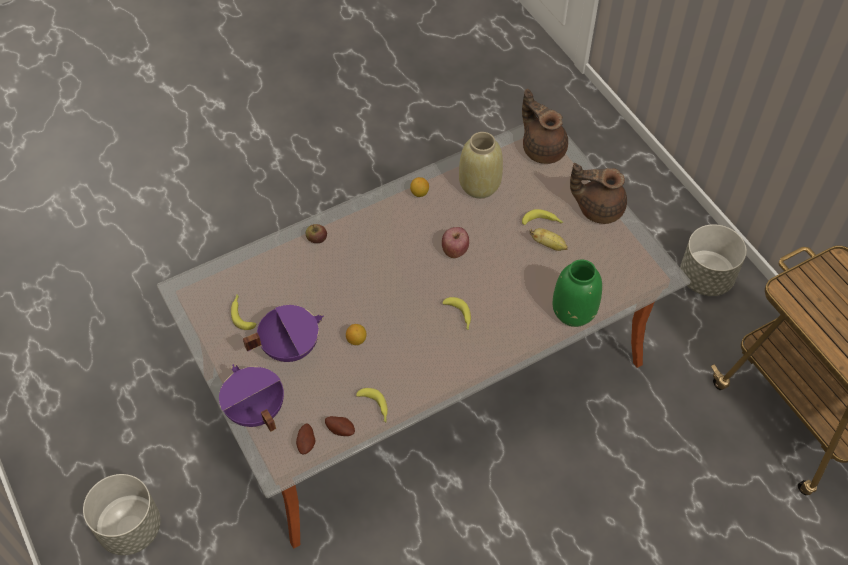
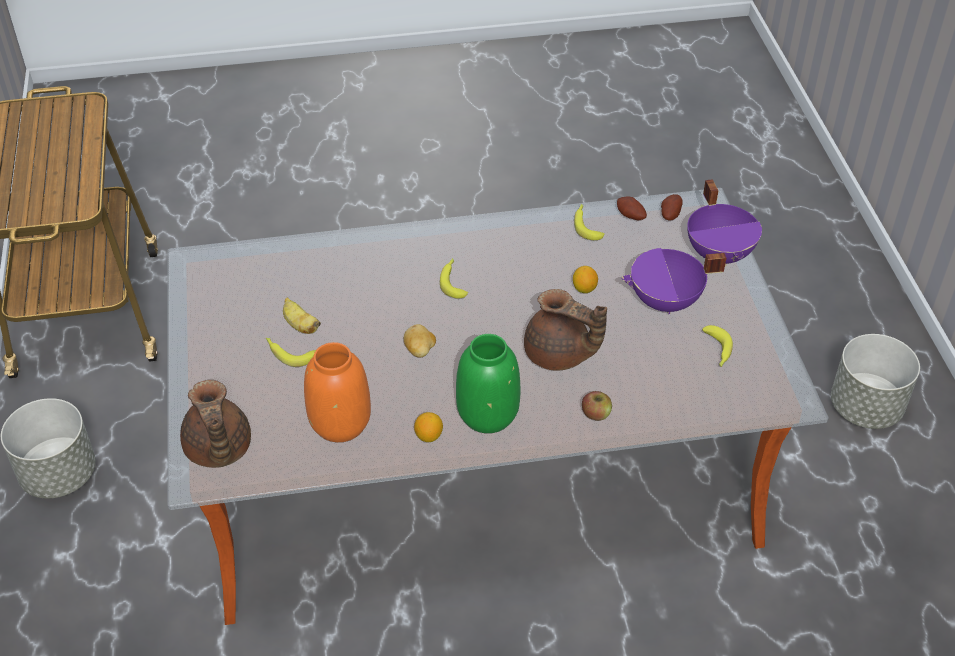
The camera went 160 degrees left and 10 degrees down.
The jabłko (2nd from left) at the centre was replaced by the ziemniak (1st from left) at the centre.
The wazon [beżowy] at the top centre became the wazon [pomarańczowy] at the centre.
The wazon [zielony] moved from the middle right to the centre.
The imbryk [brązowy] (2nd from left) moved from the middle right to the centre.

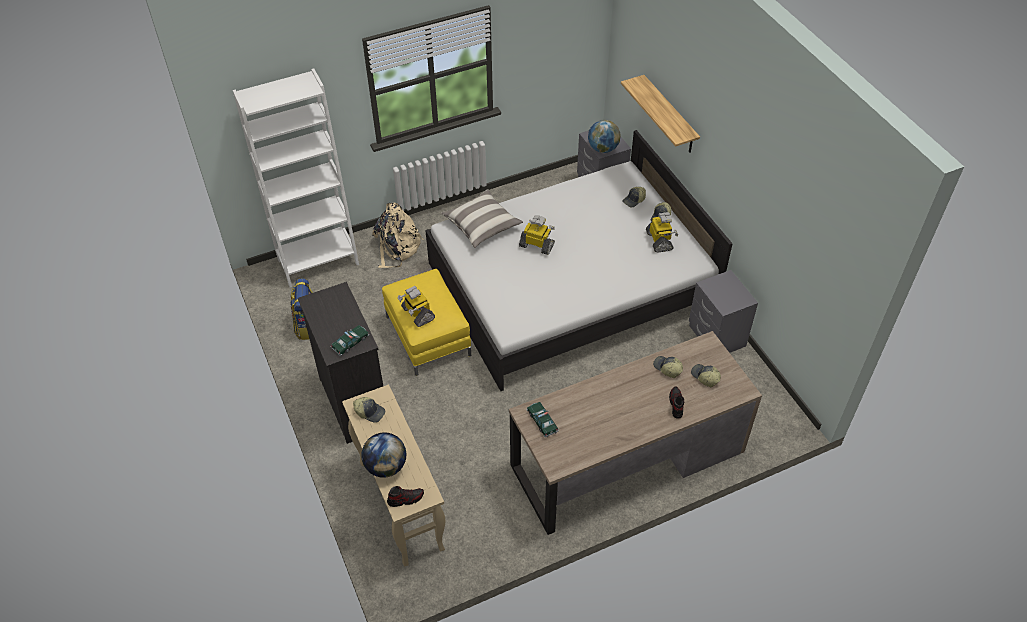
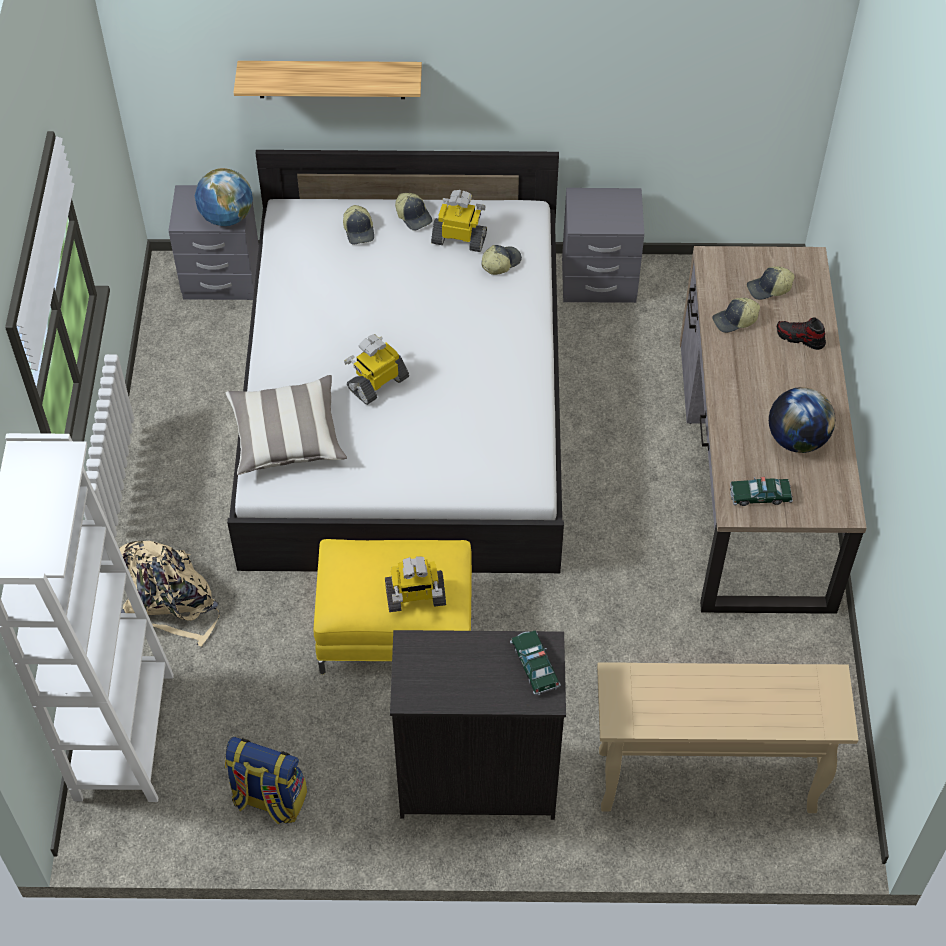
The camera went 65 degrees left and 5 degrees up.
The czapka z daszkiem (1st from left in the first image) moved from the centre to the top centre.
The globus (1st from left in the first image) moved from the bottom centre to the middle right.
The but (1st from left) at the bottom centre disappeared.

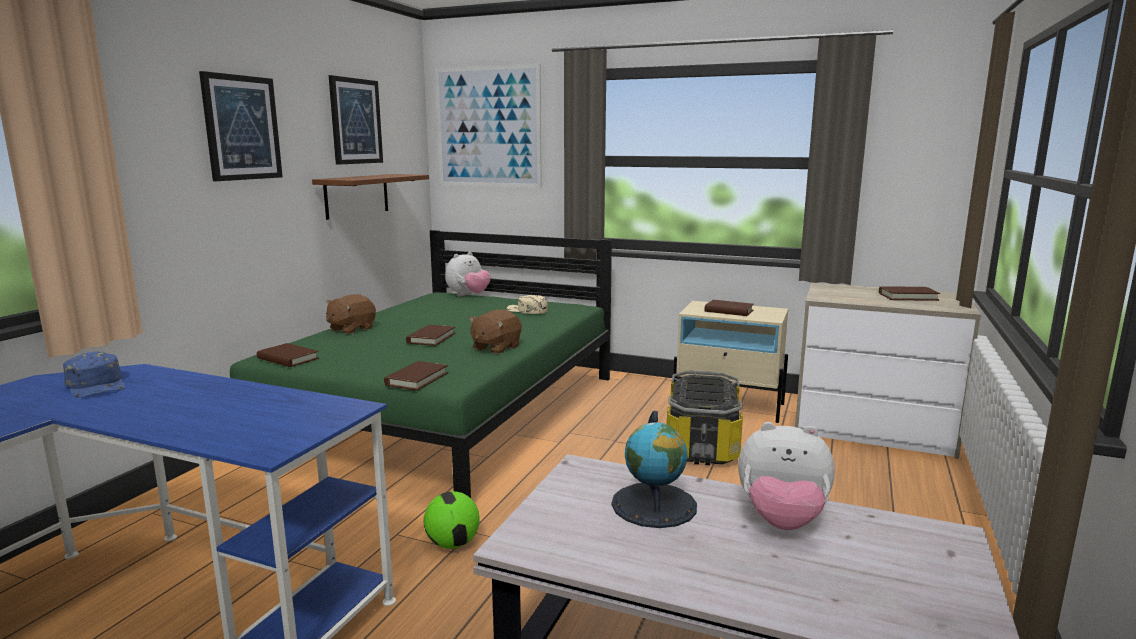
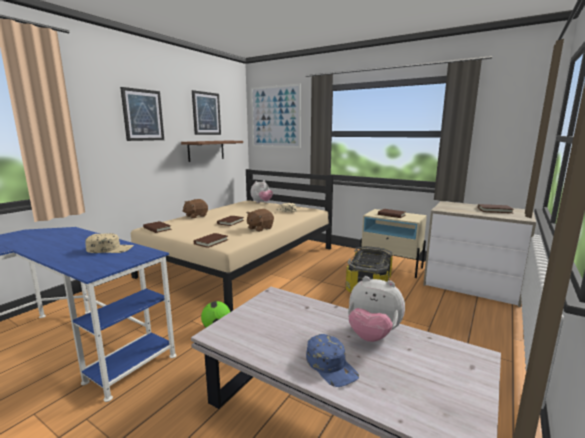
The camera went 10 degrees right and 0 degrees up.
The czapka z daszkiem [niebieski] moved from the middle left to the bottom centre.
The łóżko [zielony] at the centre became the łóżko [beżowy] at the centre.
The globus at the bottom centre disappeared.
The czapka z daszkiem [beżowy] (1st from left) at the middle left appeared.

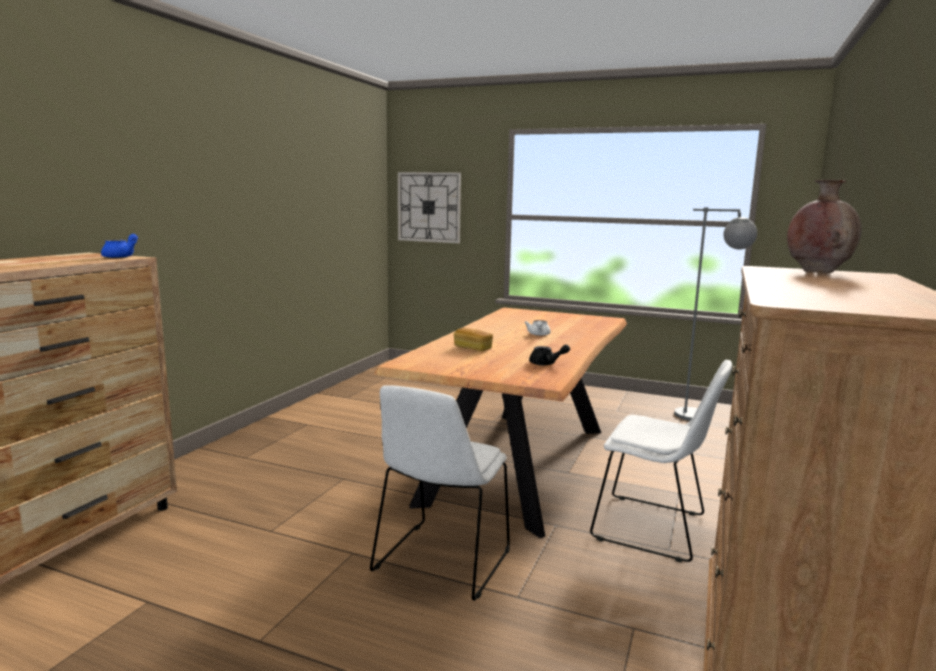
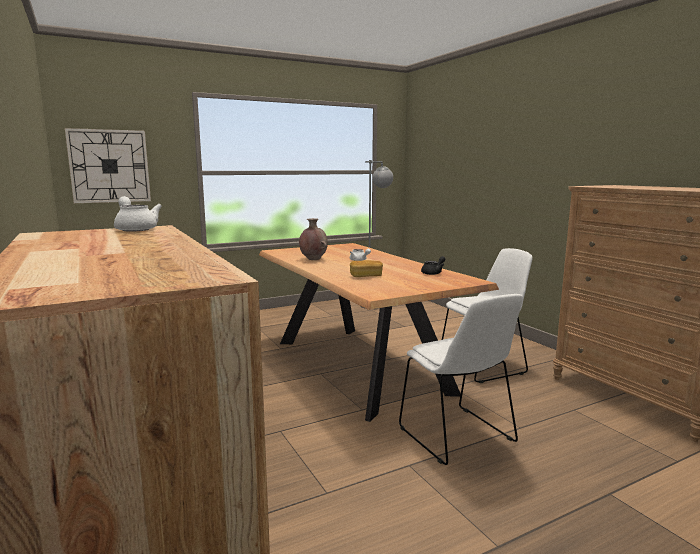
The camera went 50 degrees left and 0 degrees up.
The imbryk [niebieski] at the middle left became the imbryk [biały] (1st from left) at the middle left.
The wazon [brązowy] moved from the middle right to the centre.

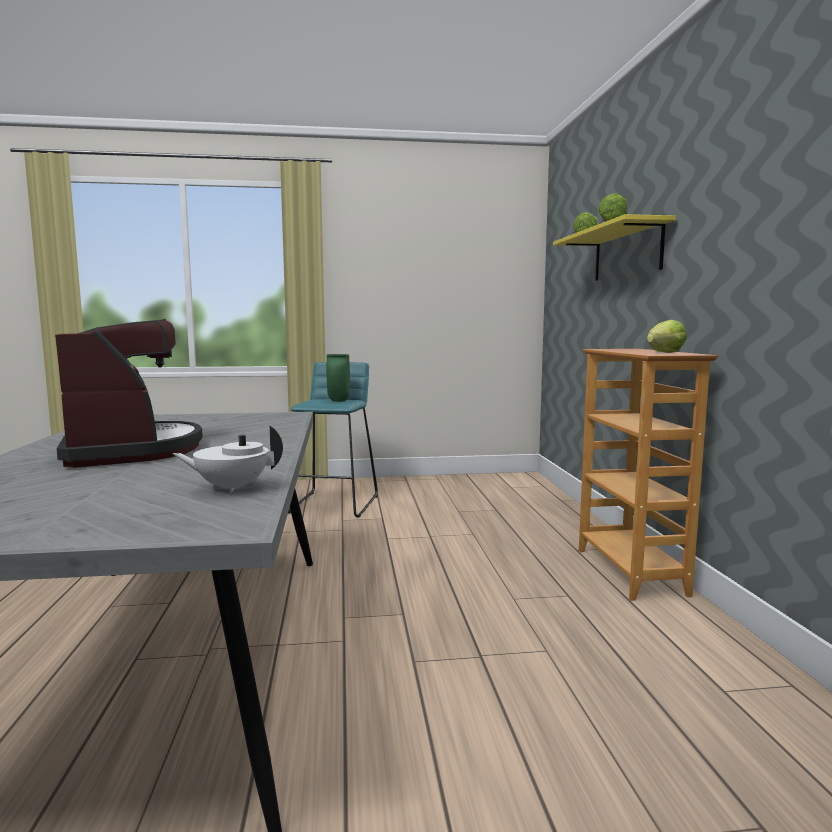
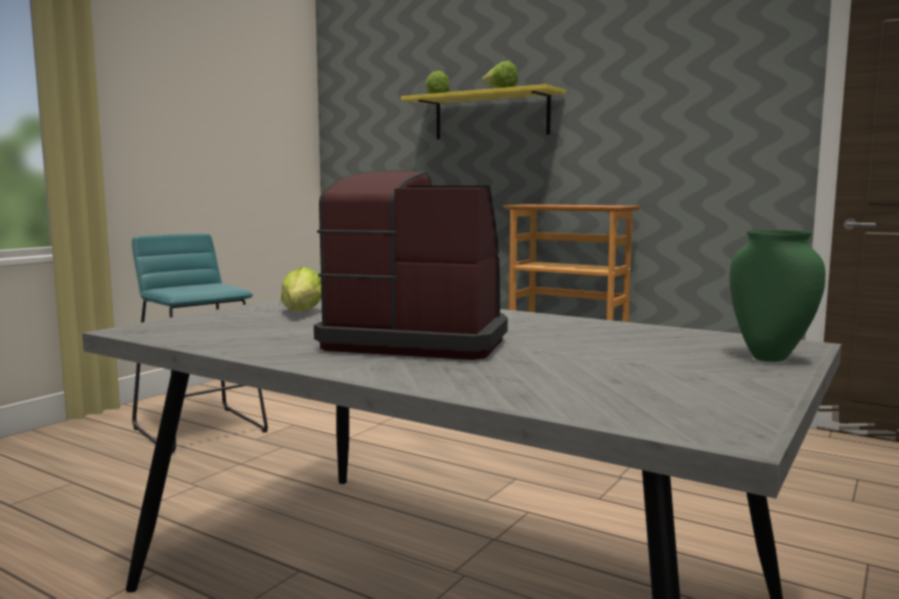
The camera went 50 degrees left and 0 degrees up.
The imbryk [biały] at the middle left disappeared.
The wazon [zielony] moved from the centre to the middle right.
The sałata (3rd from left in the first image) moved from the middle right to the centre.

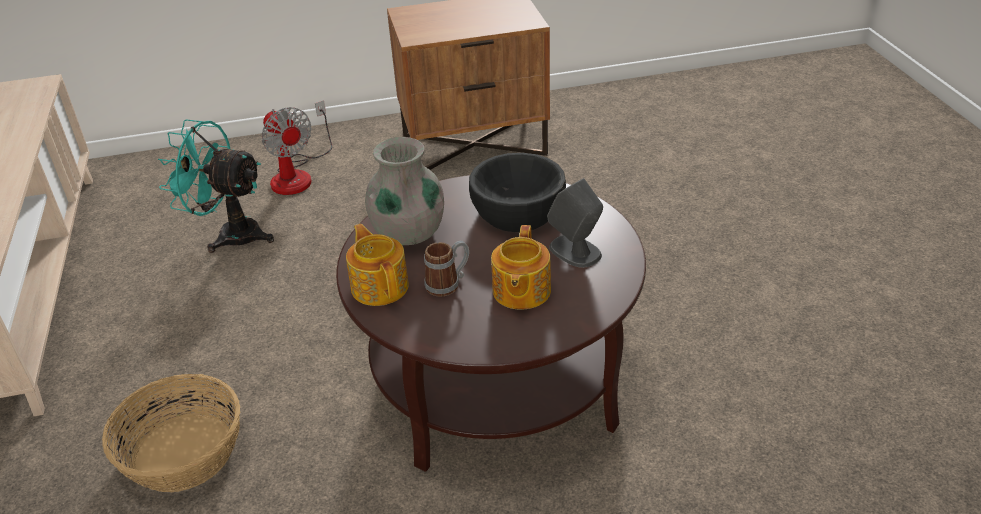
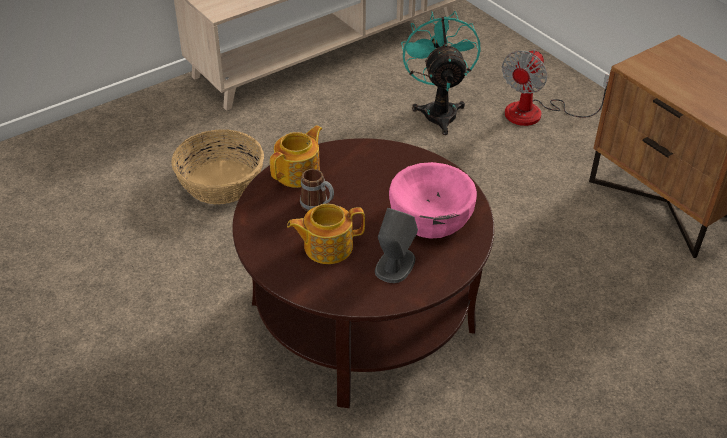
The camera went 65 degrees right and 5 degrees up.
The wazon [szary] at the centre disappeared.
The miska [czarny] at the centre became the miska [różowy] at the centre.

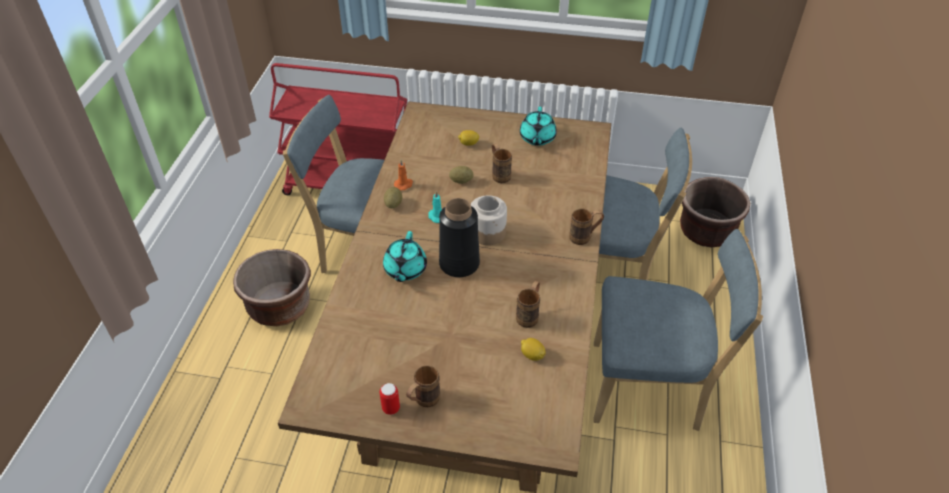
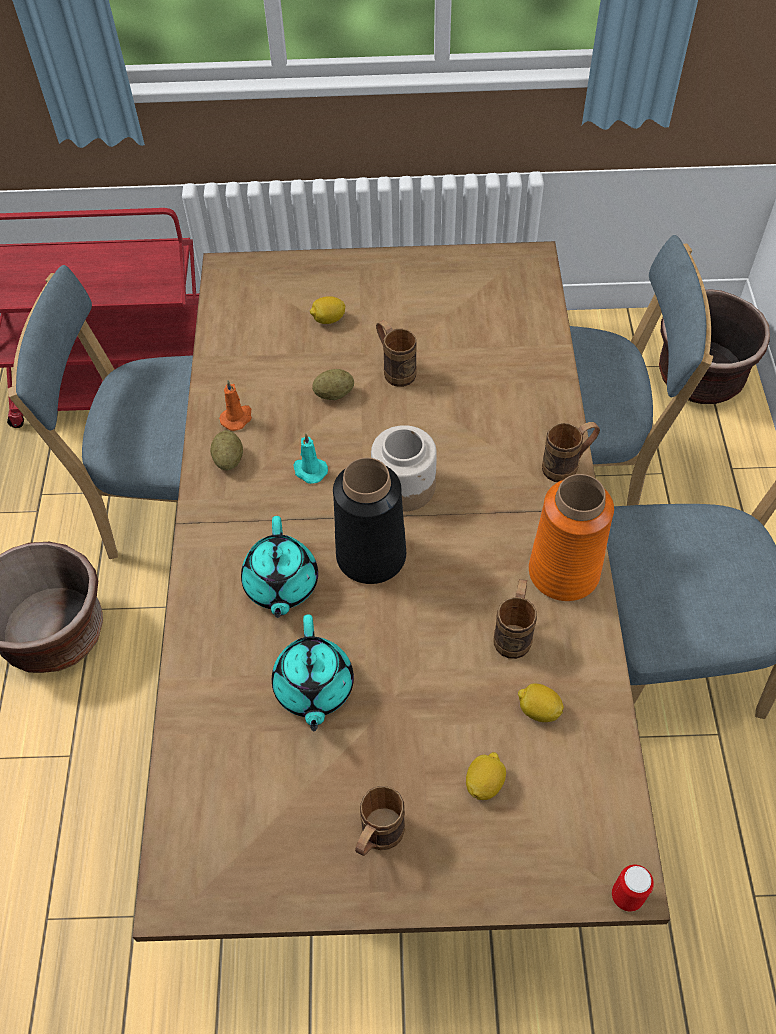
The camera went 10 degrees left and 10 degrees up.
The puszka moved from the bottom centre to the bottom right.
The imbryk [turkusowy] (2nd from left) moved from the top centre to the centre.
The cytryna (2nd from left) at the bottom centre appeared.
The wazon [pomarańczowy] at the middle right appeared.

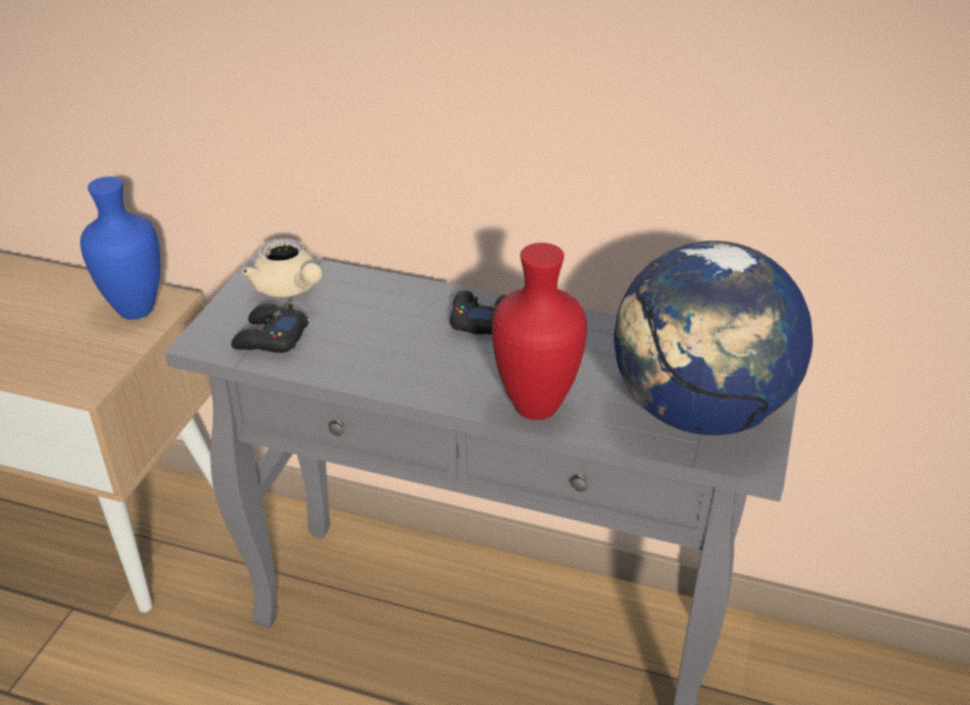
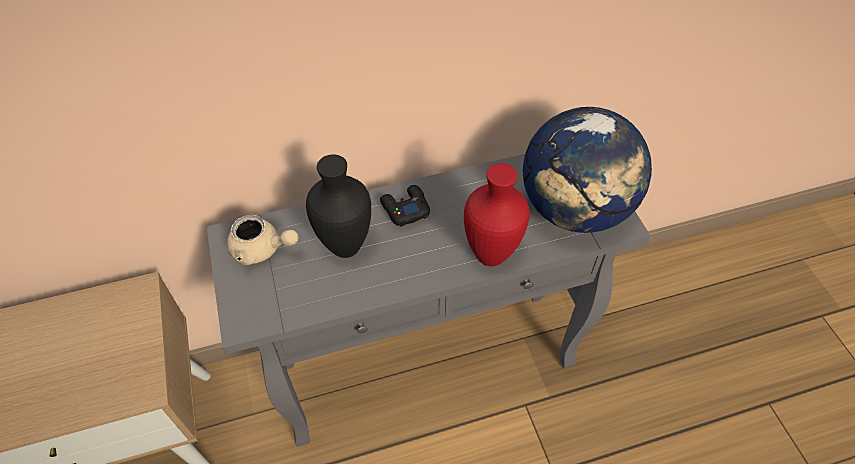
The camera went 35 degrees left and 15 degrees up.
The wazon [niebieski] at the middle left disappeared.
The pad do gier [czarny] (1st from left) at the middle left disappeared.
The wazon [czarny] at the centre appeared.

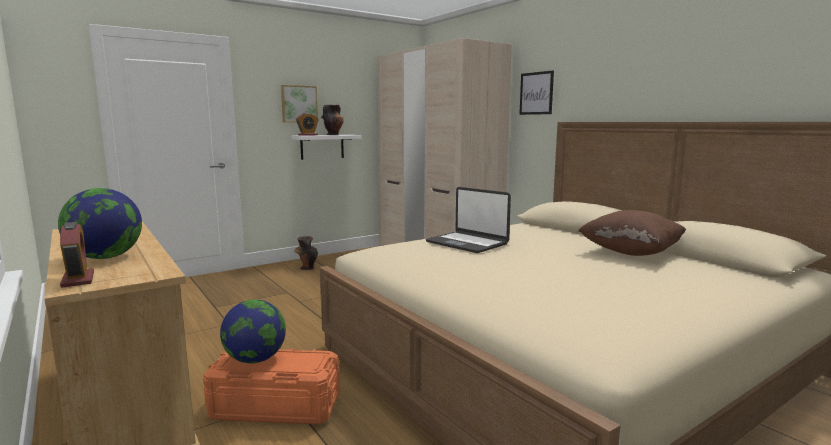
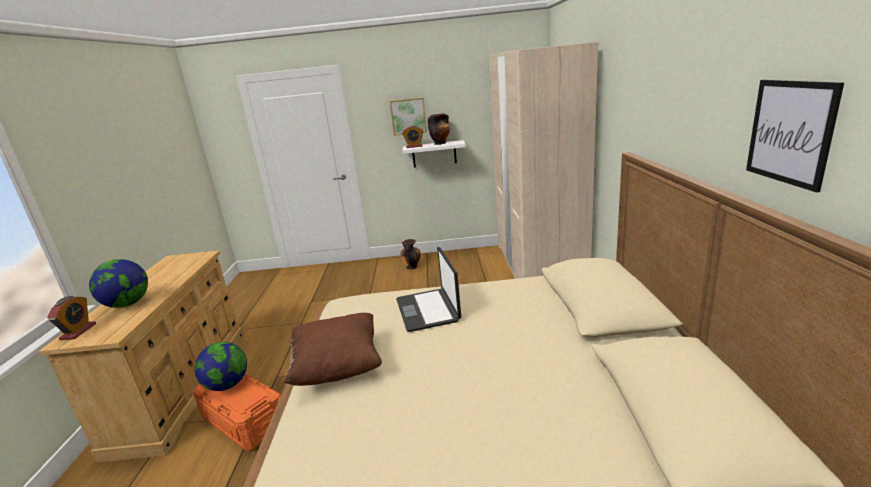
The camera went 35 degrees right and 10 degrees up.
The obraz (2nd from left) moved from the top centre to the top right.
The poduszka [brązowy] moved from the middle right to the bottom centre.

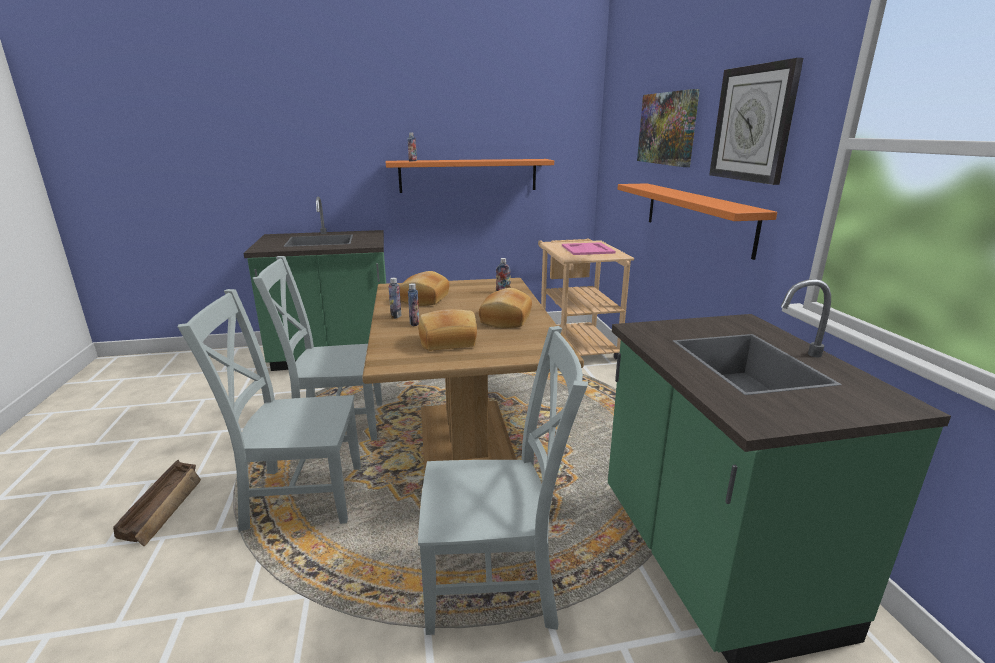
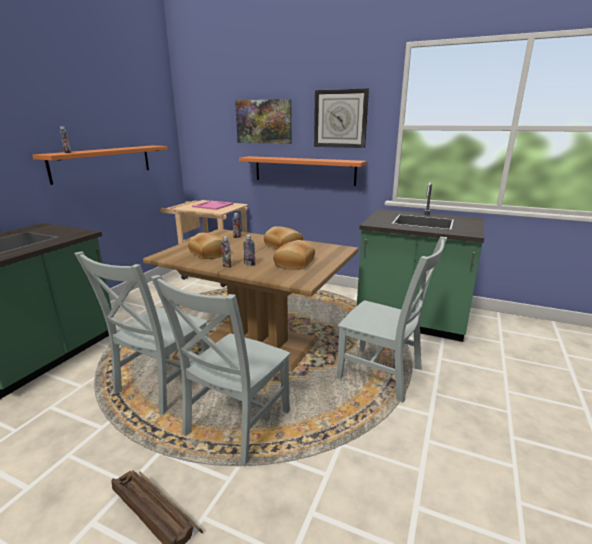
The camera went 55 degrees left and 0 degrees up.
The krzesło [szary] (3rd from left) at the bottom centre turned 90 degrees clockwise.

